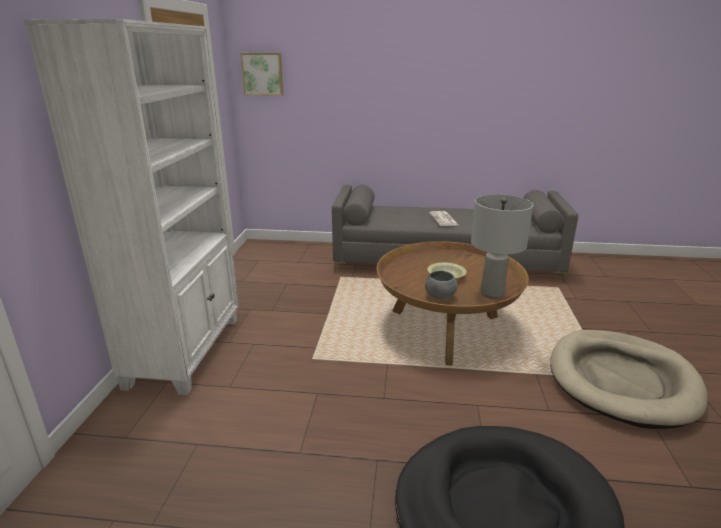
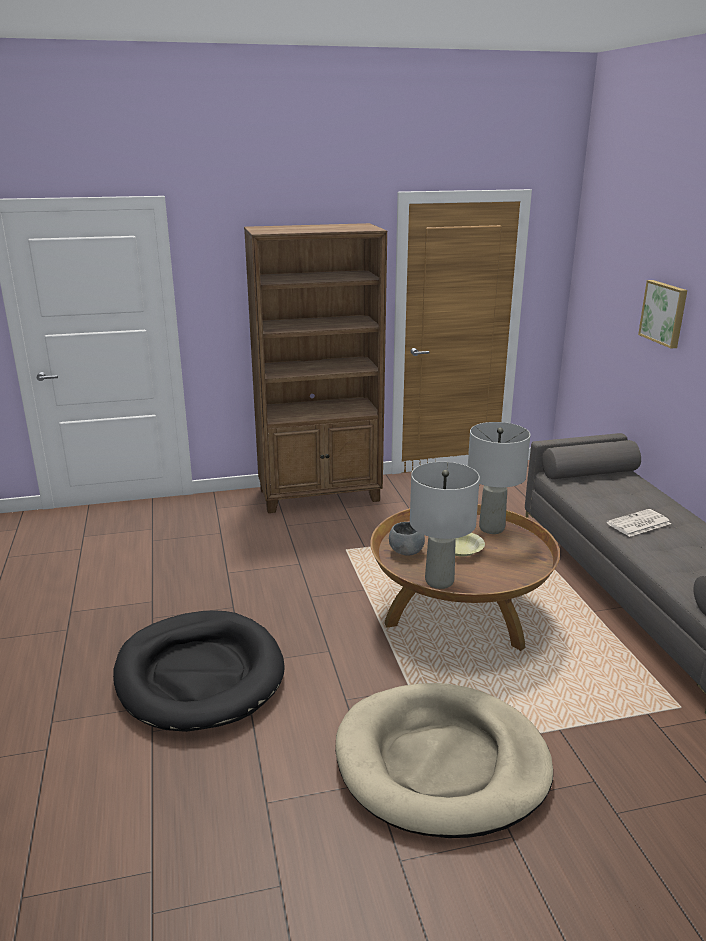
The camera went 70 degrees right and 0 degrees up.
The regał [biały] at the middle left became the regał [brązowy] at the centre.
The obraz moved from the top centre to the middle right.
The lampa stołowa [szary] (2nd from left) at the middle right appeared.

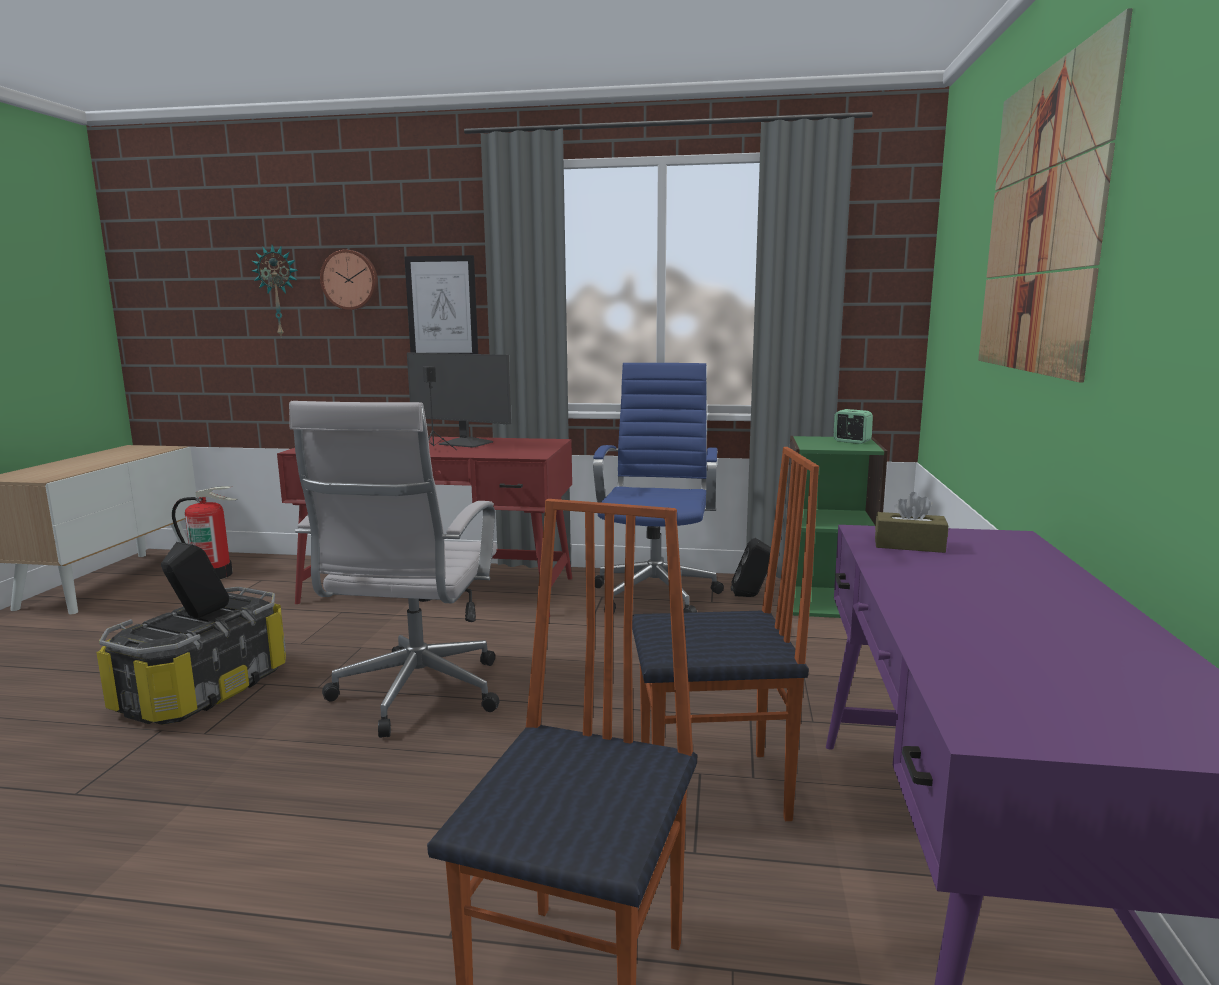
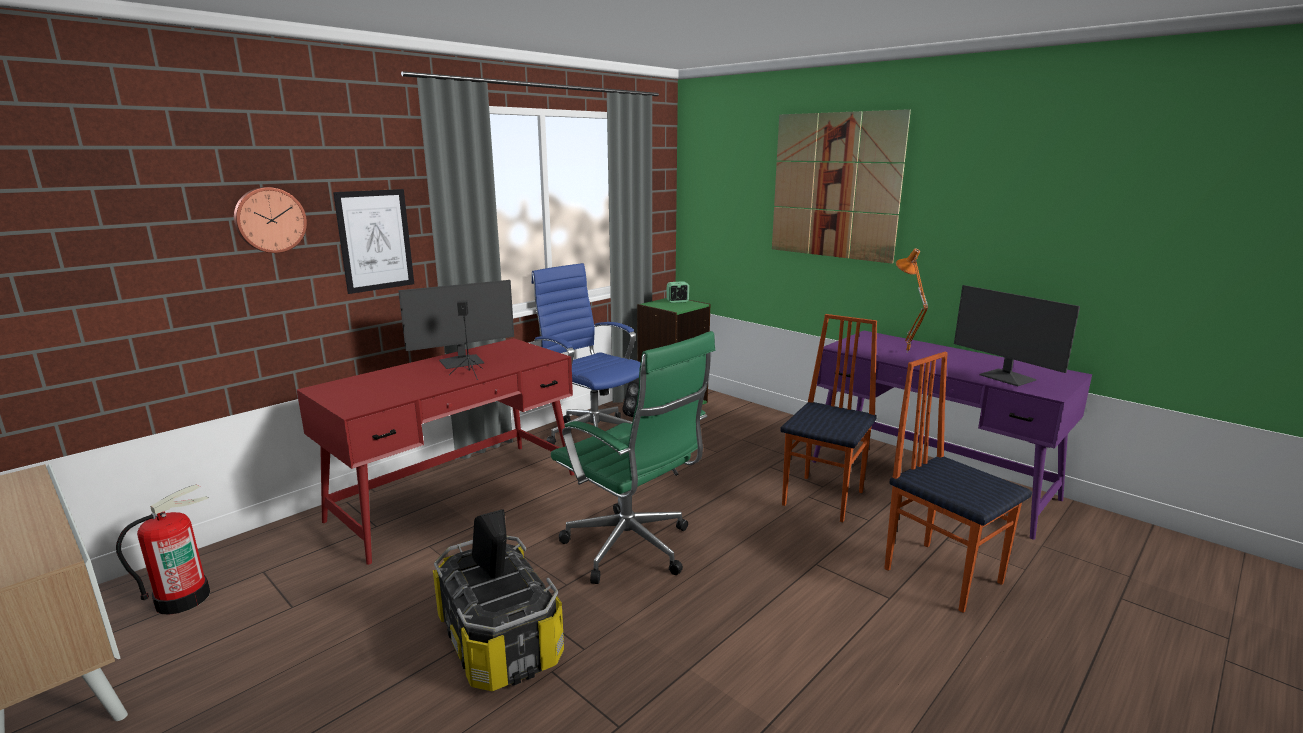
The camera went 55 degrees left and 5 degrees up.
The zegar ścienny (1st from left) at the top left disappeared.
The krzesło biurowe [biały] at the middle left became the krzesło biurowe [zielony] at the centre.
The pudełko chusteczek [brązowy] at the middle right disappeared.
The lampa stołowa [pomarańczowy] at the middle right appeared.
The monitor (2nd from left) at the middle right appeared.

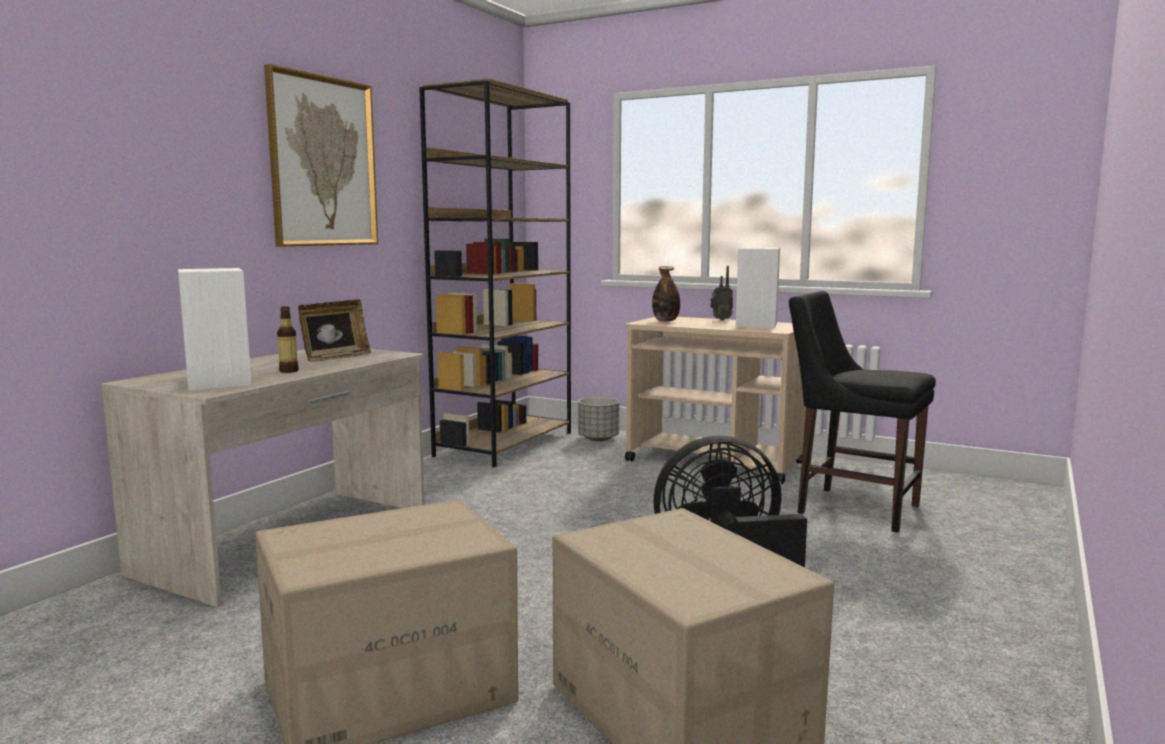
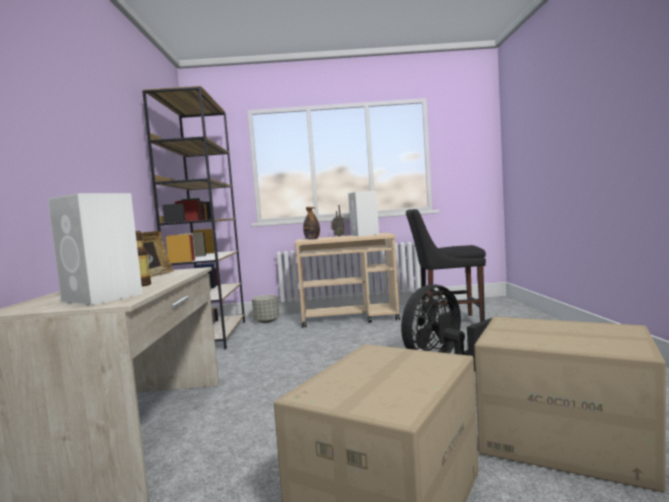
The camera went 30 degrees left and 5 degrees down.
The obraz at the top left disappeared.

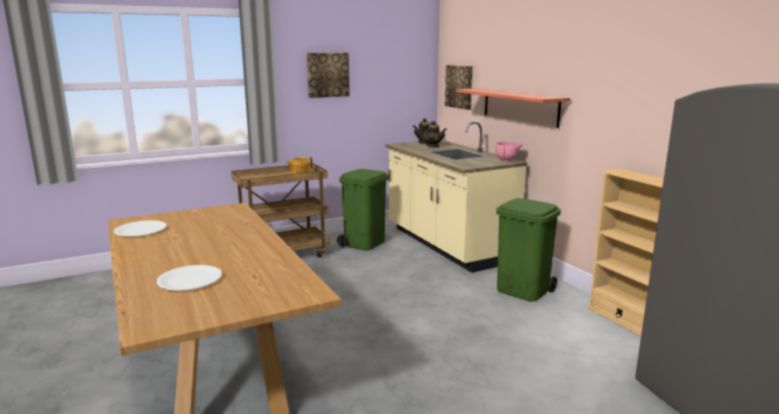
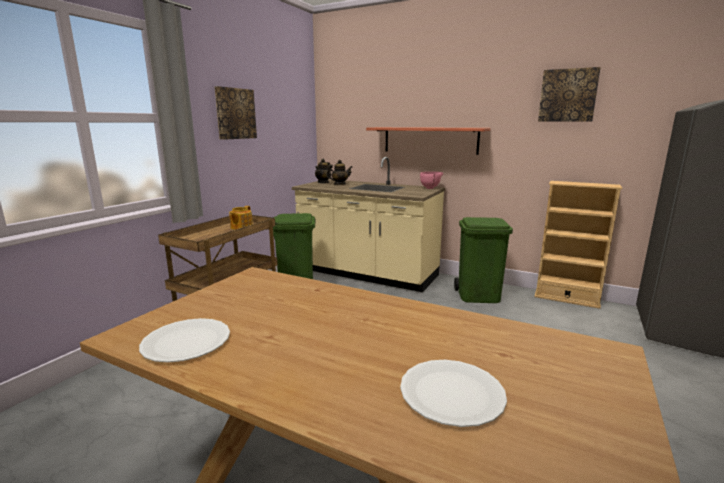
The camera went 35 degrees left and 0 degrees up.
The obraz (2nd from left) moved from the top centre to the top right.

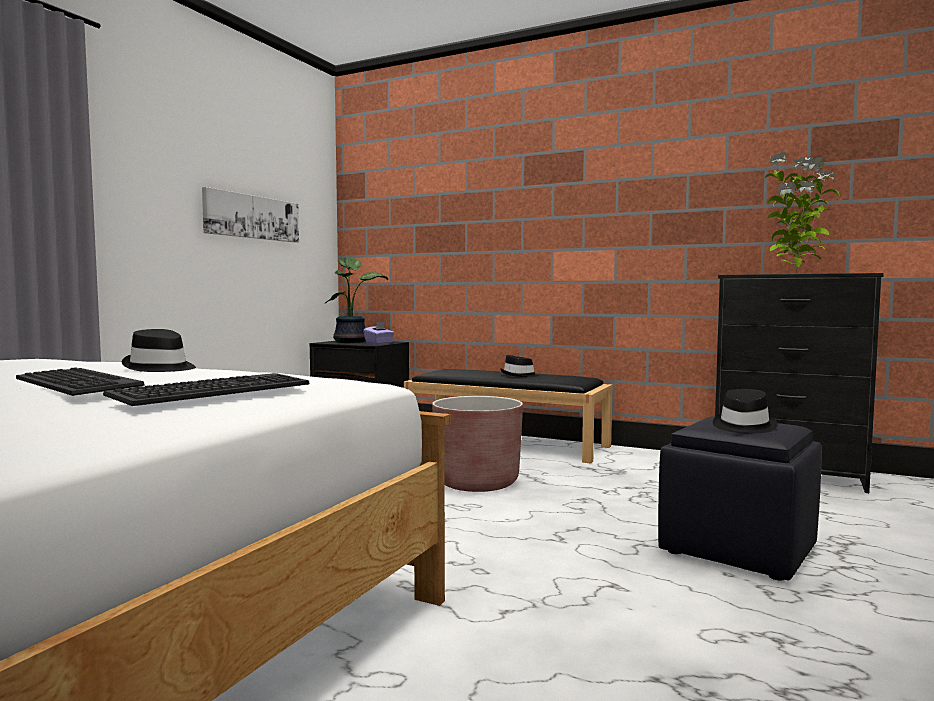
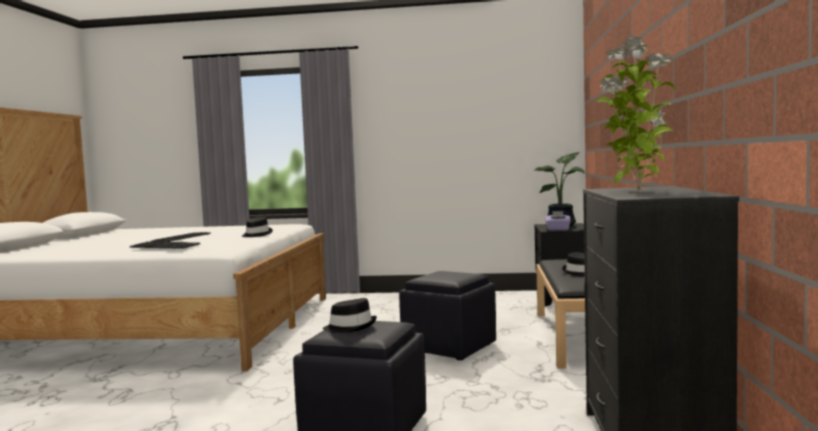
The camera went 70 degrees right and 0 degrees up.
The obraz at the top left disappeared.
The donica [brązowy] at the centre was replaced by the pufa [czarny] (2nd from left) at the bottom centre.

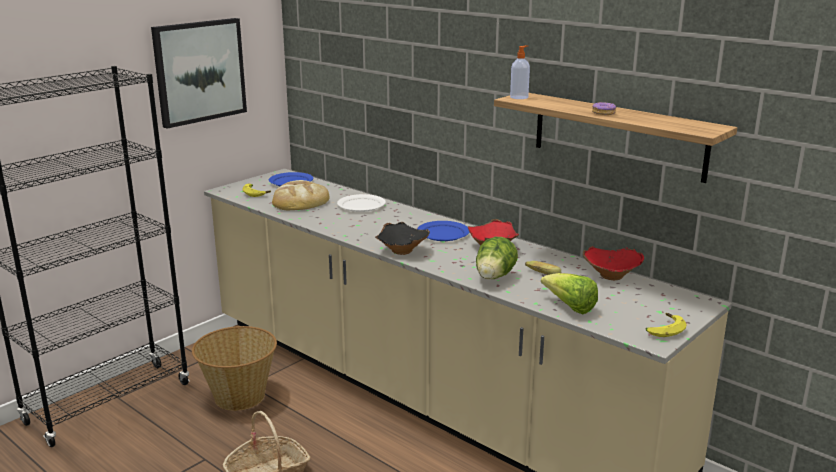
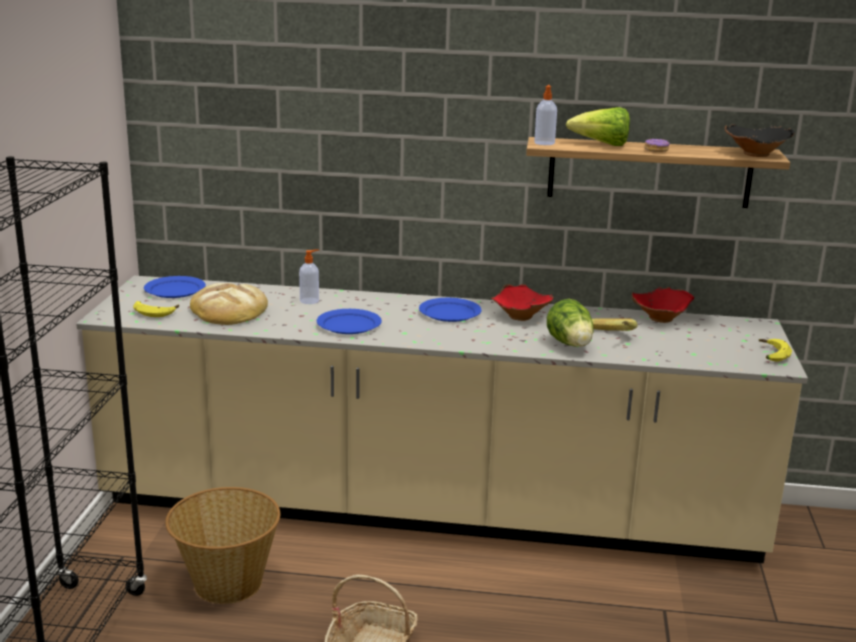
The camera went 35 degrees left and 0 degrees up.
The obraz at the top left disappeared.
The talerz [biały] at the centre was replaced by the dozownik mydła (1st from left) at the centre.
The miska [czarny] moved from the centre to the top right.
The sałata (2nd from left) moved from the middle right to the top right.
The talerz [niebieski] (2nd from left) at the centre appeared.

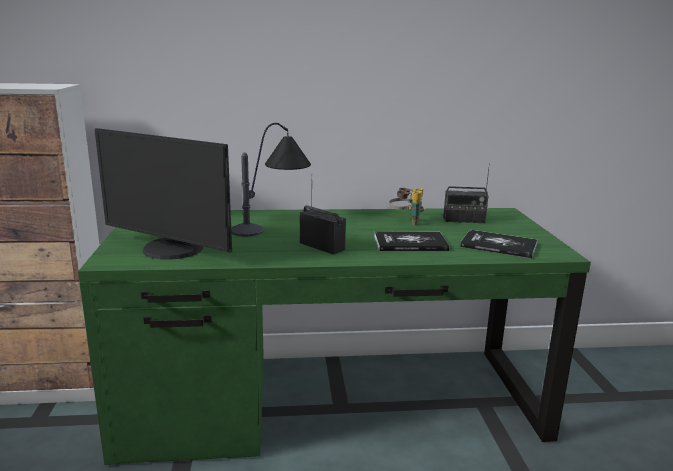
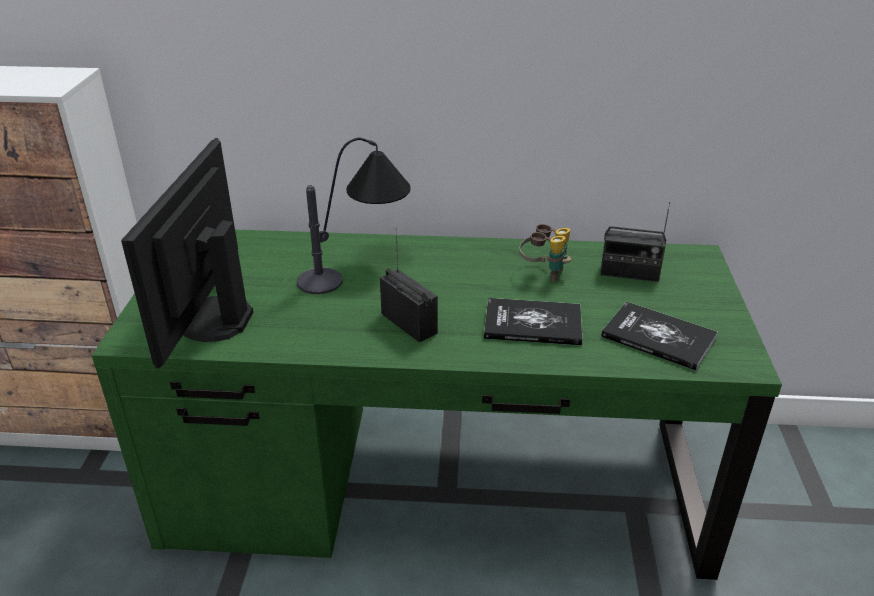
The camera went 10 degrees right and 15 degrees up.
The monitor at the middle left turned 60 degrees clockwise.

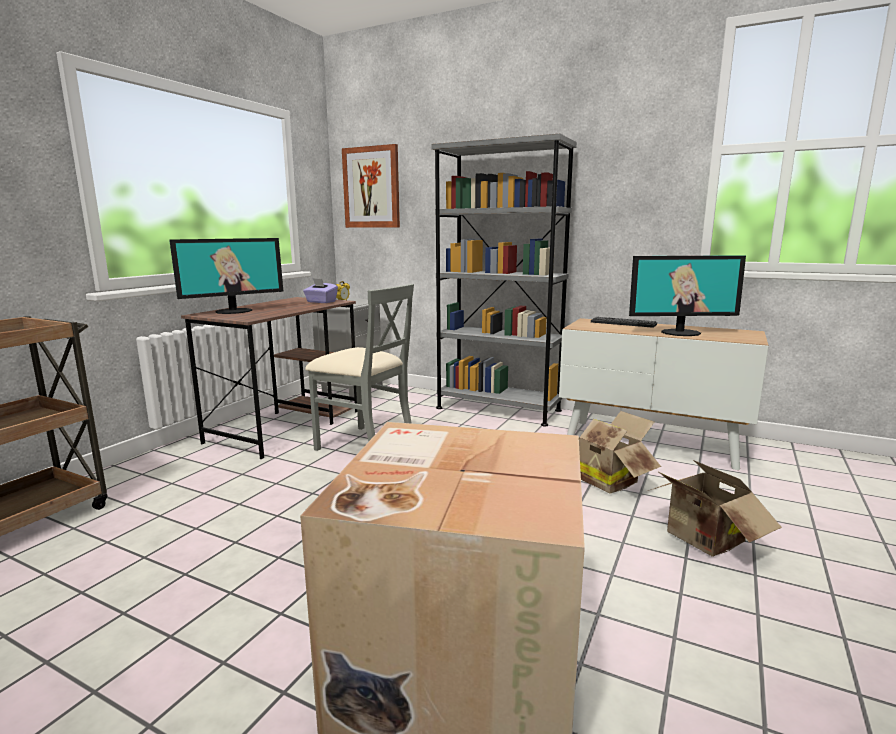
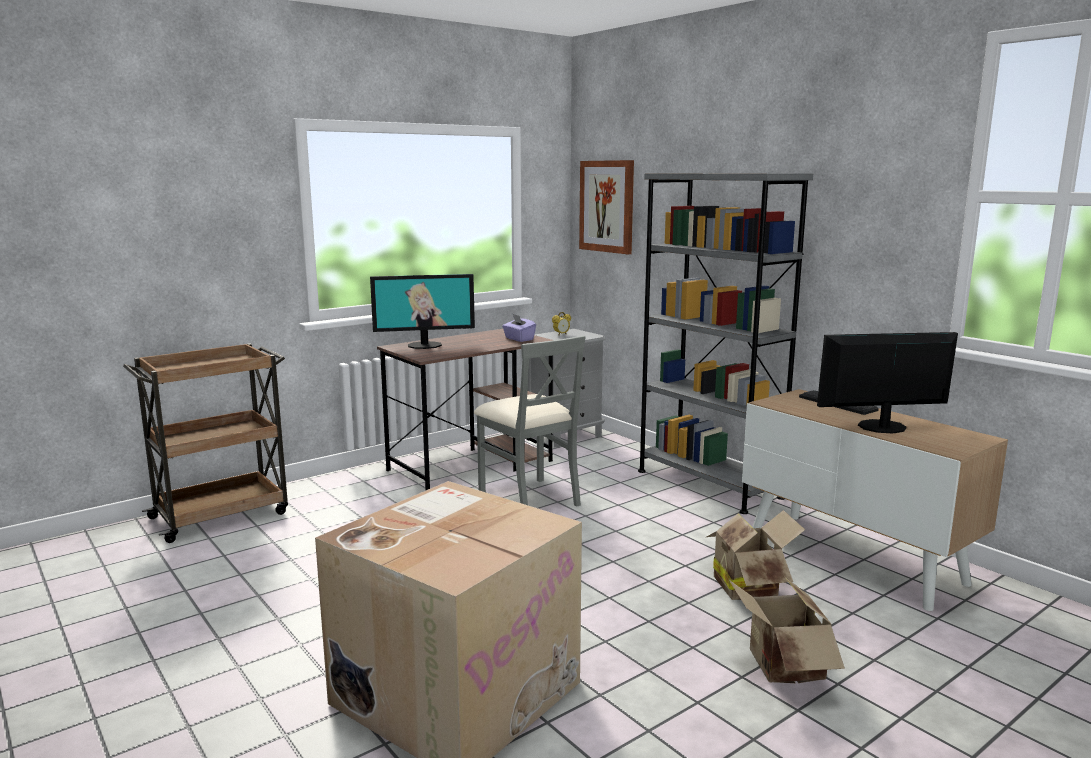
The camera went 25 degrees right and 0 degrees up.
The monitor (2nd from left) at the middle right turned 150 degrees clockwise.

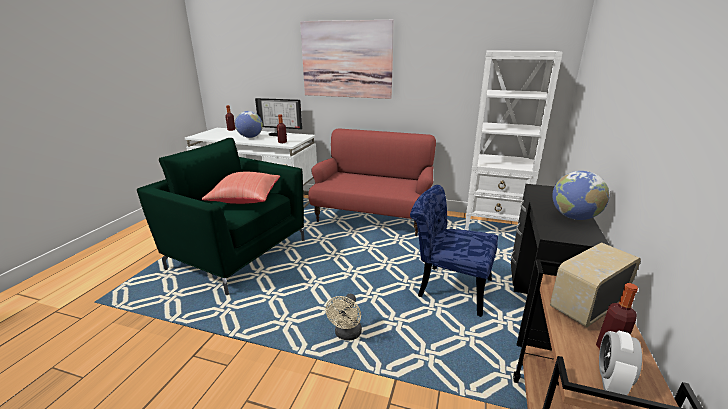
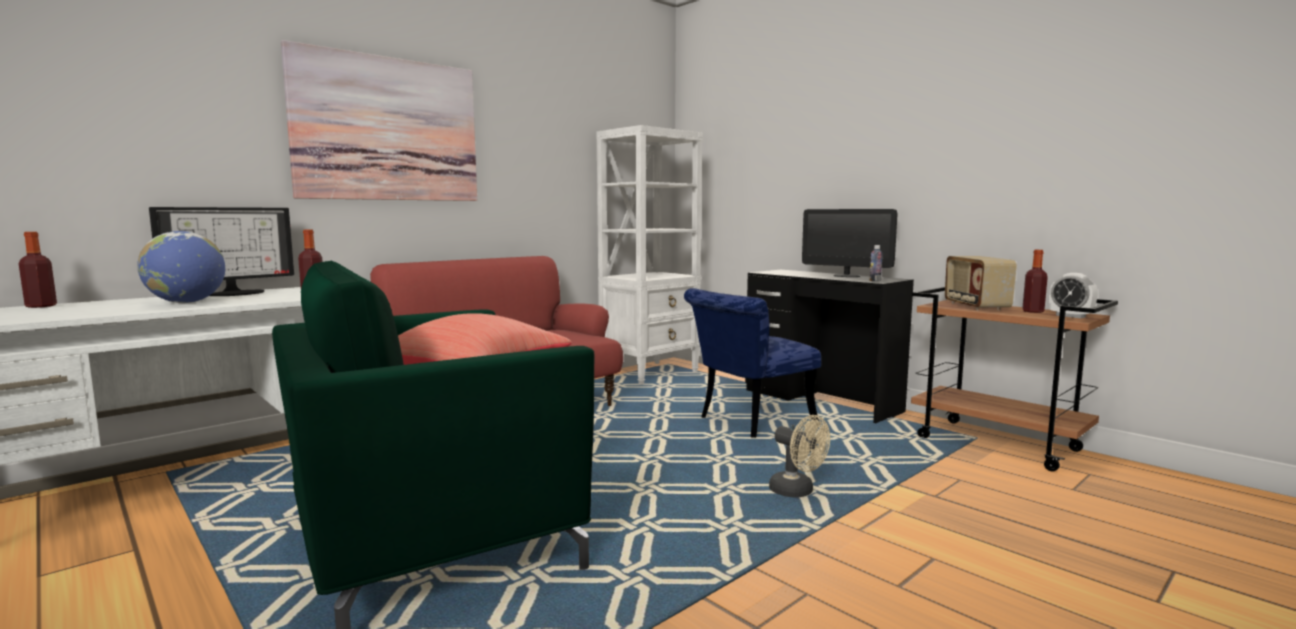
The camera went 60 degrees left and 15 degrees down.
The globus (2nd from left) at the middle right was replaced by the monitor (2nd from left) at the centre.
The butelka (3rd from left) at the middle right appeared.

